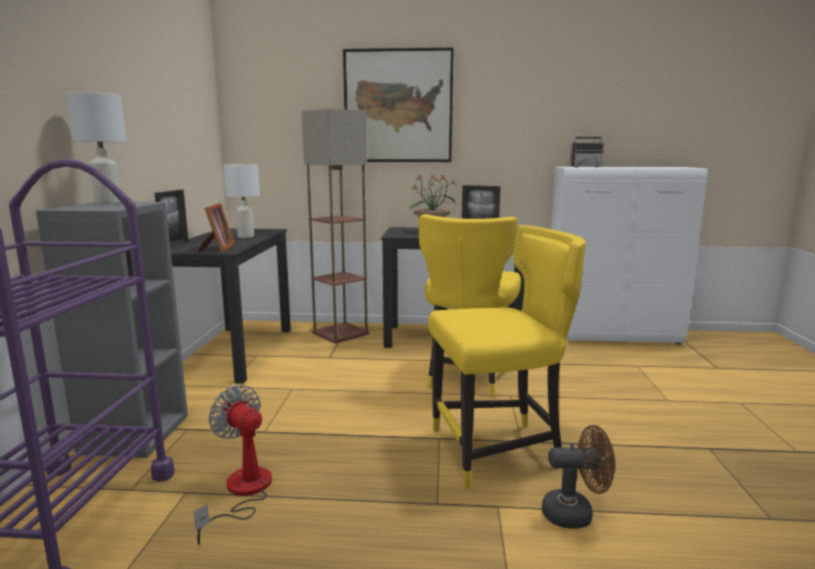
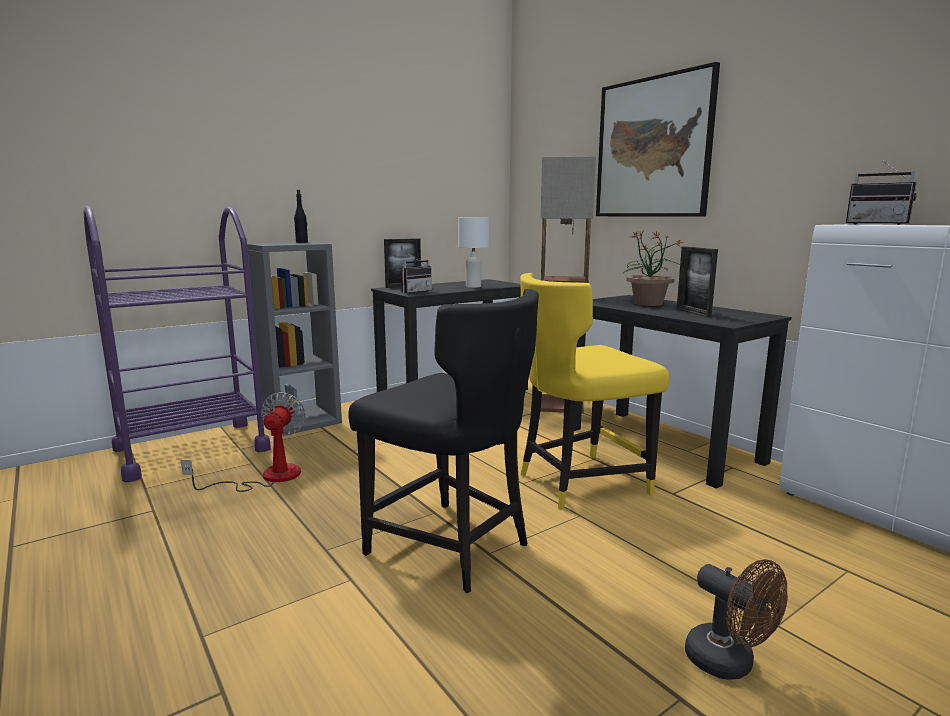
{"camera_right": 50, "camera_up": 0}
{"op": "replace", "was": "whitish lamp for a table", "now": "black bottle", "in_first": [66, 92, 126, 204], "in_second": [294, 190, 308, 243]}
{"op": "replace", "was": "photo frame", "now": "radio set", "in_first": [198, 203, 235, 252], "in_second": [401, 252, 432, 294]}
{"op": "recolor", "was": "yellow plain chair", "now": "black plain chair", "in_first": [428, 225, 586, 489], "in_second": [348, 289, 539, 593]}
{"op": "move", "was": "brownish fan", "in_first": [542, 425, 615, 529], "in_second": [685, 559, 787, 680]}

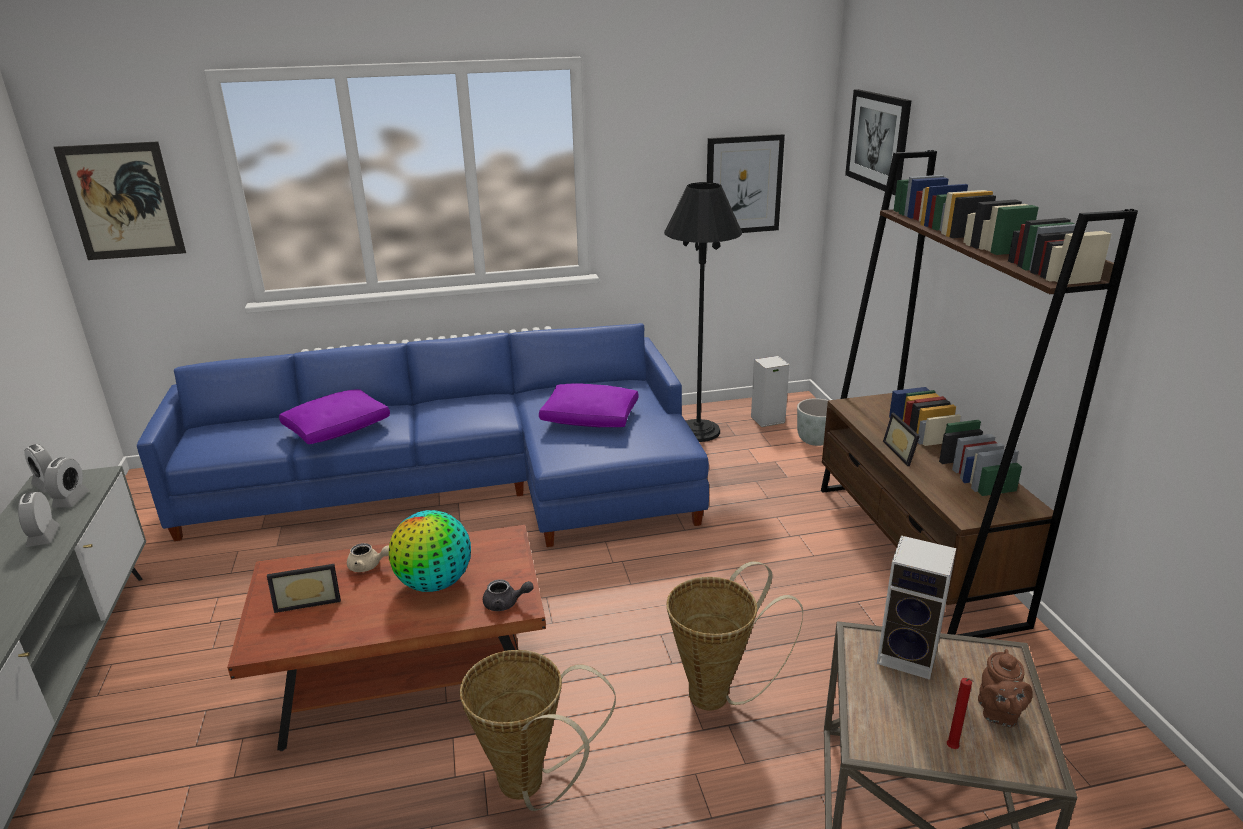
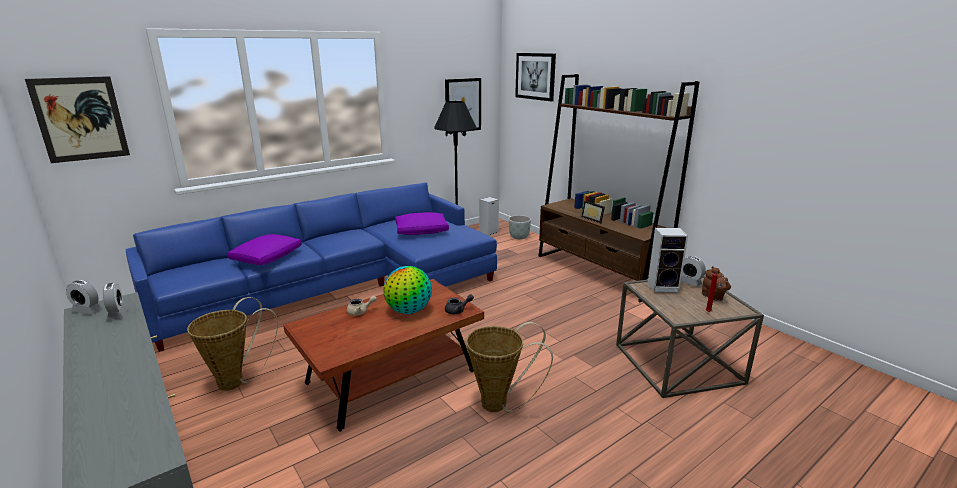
{"camera_right": -25, "camera_up": -5}
{"op": "move", "was": "table clock", "in_first": [18, 492, 60, 547], "in_second": [681, 256, 706, 287]}
{"op": "delete", "was": "photo frame", "in_first": [267, 564, 341, 613]}
{"op": "move", "was": "basket", "in_first": [666, 561, 803, 710], "in_second": [187, 297, 278, 391]}

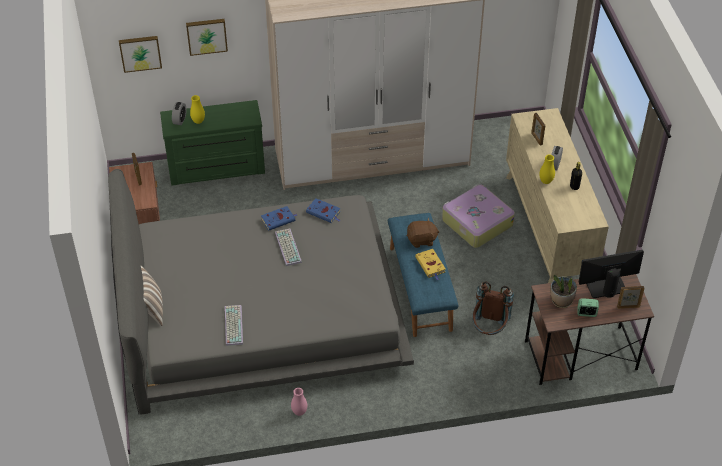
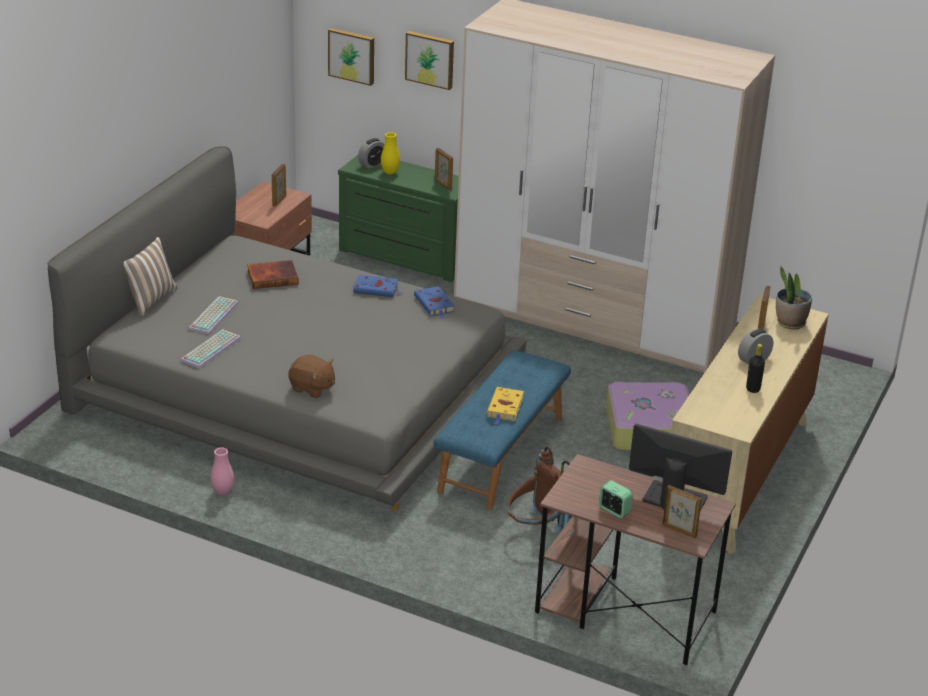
{"camera_right": 35, "camera_up": -15}
{"op": "move", "was": "computer keyboard", "in_first": [275, 229, 302, 266], "in_second": [188, 296, 239, 335]}
{"op": "move", "was": "brownish plush toy", "in_first": [407, 218, 440, 248], "in_second": [288, 354, 335, 398]}
{"op": "delete", "was": "yellow flower vase", "in_first": [539, 154, 555, 184]}
{"op": "move", "was": "plant in a pot", "in_first": [550, 275, 577, 308], "in_second": [776, 267, 812, 330]}
{"op": "insert", "now": "volume", "in_second": [247, 260, 299, 289]}
{"op": "insert", "now": "photo frame", "in_second": [435, 148, 453, 190]}

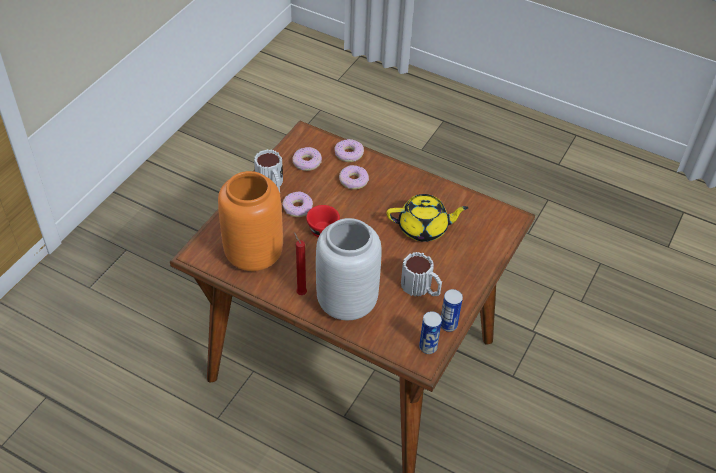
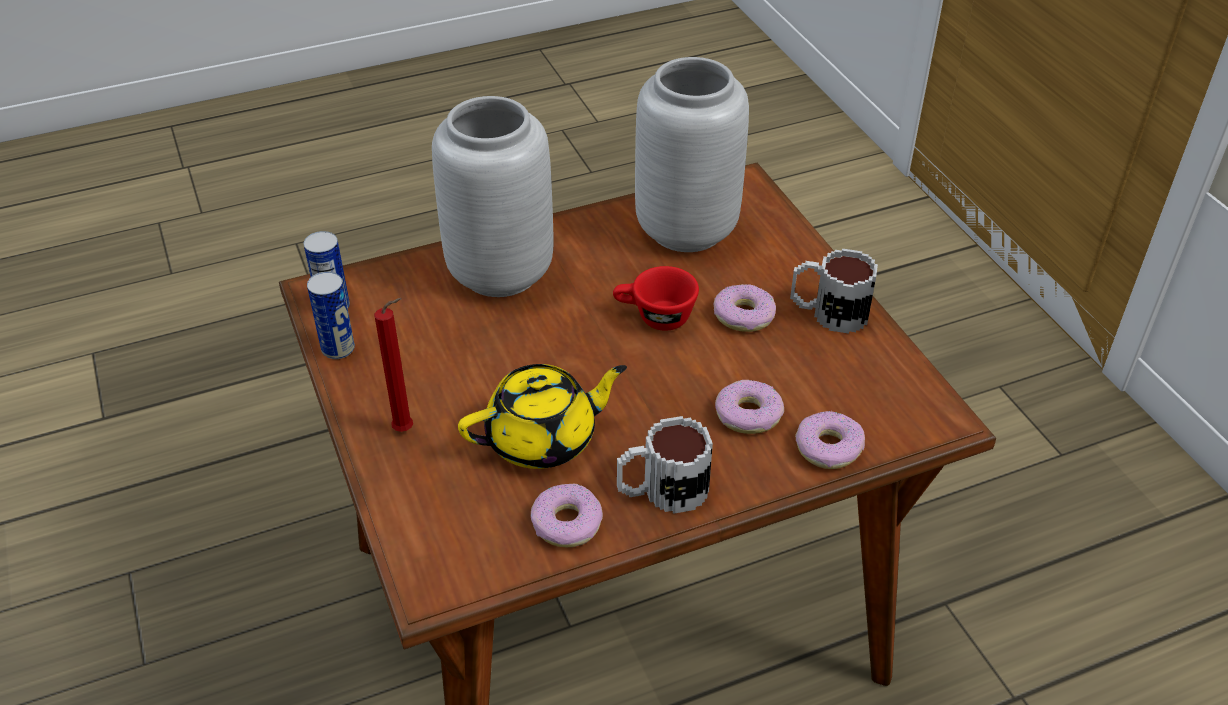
{"camera_right": 130, "camera_up": -5}
{"op": "recolor", "was": "orangey flower vase", "now": "greyish flower vase", "in_first": [218, 171, 283, 271], "in_second": [635, 57, 749, 252]}
{"op": "move", "was": "doughnut", "in_first": [292, 147, 322, 171], "in_second": [531, 484, 603, 547]}
{"op": "move", "was": "red-coloured wax light", "in_first": [294, 232, 307, 295], "in_second": [374, 298, 413, 432]}
{"op": "rotate", "was": "yellow teapot", "in_first": [387, 194, 469, 242], "in_second": [458, 364, 627, 469], "clockwise": -150}
{"op": "move", "was": "mug", "in_first": [401, 252, 442, 297], "in_second": [617, 416, 713, 514]}

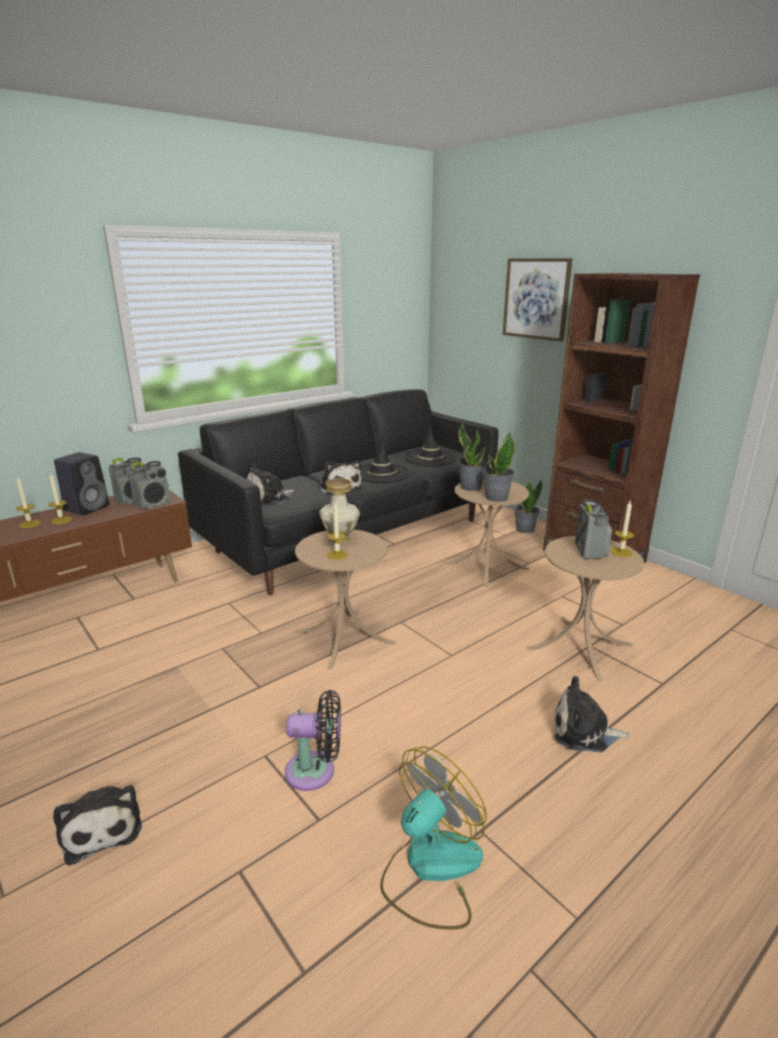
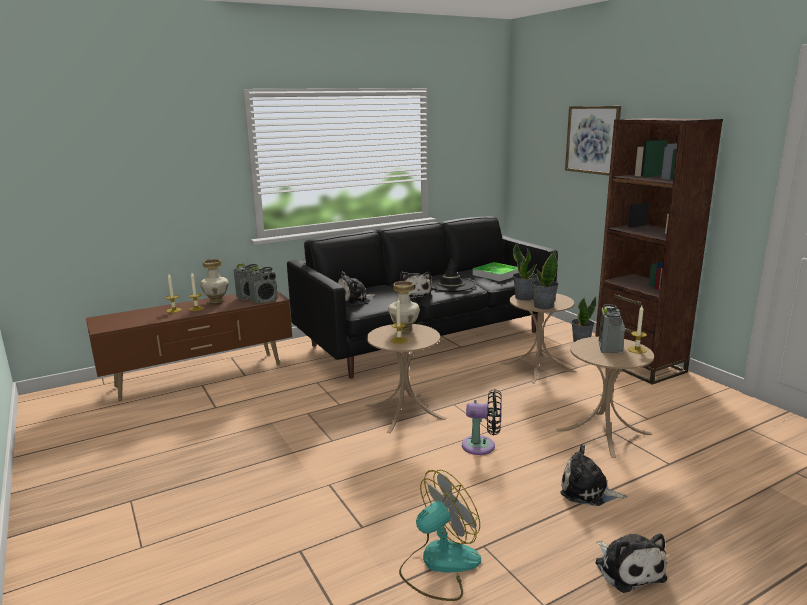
{"camera_right": 10, "camera_up": -5}
{"op": "move", "was": "plush toy", "in_first": [53, 785, 142, 866], "in_second": [595, 534, 667, 593]}
{"op": "replace", "was": "black speaker", "now": "flower vase", "in_first": [54, 452, 109, 515], "in_second": [200, 259, 229, 303]}
{"op": "move", "was": "black fan", "in_first": [285, 690, 341, 791], "in_second": [462, 389, 502, 455]}
{"op": "replace", "was": "black wearable hat", "now": "tray", "in_first": [404, 426, 458, 466], "in_second": [473, 262, 519, 281]}

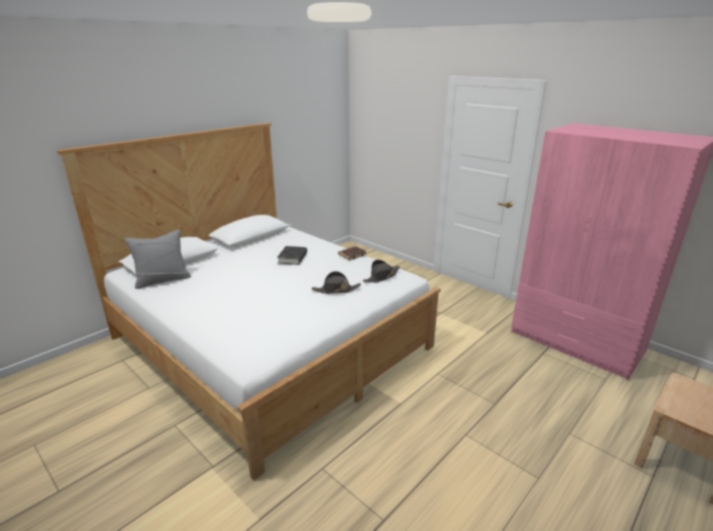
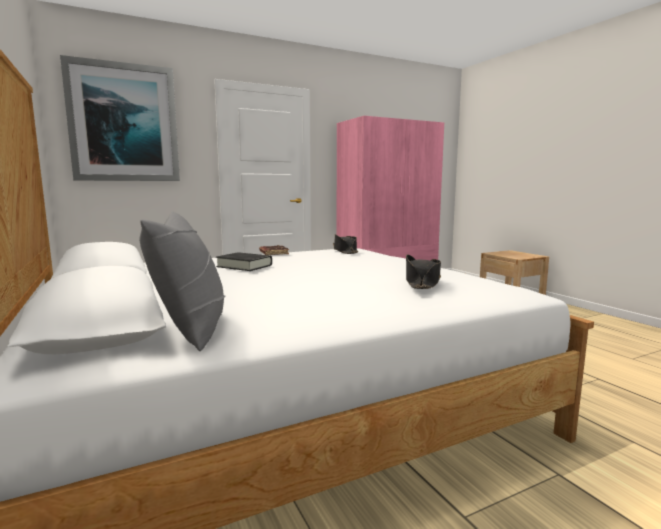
{"camera_right": -70, "camera_up": -15}
{"op": "move", "was": "black wearable hat", "in_first": [312, 271, 361, 294], "in_second": [406, 255, 441, 289]}
{"op": "insert", "now": "picture", "in_second": [60, 55, 180, 181]}

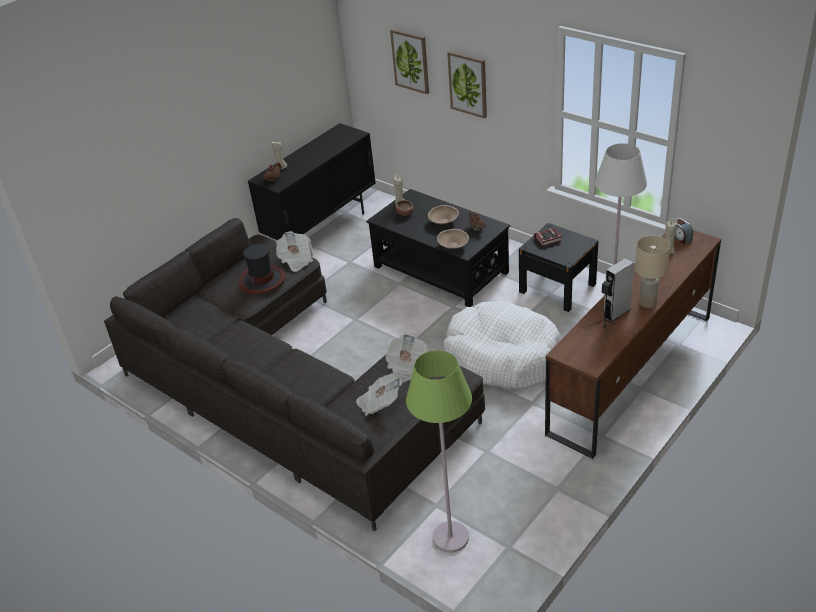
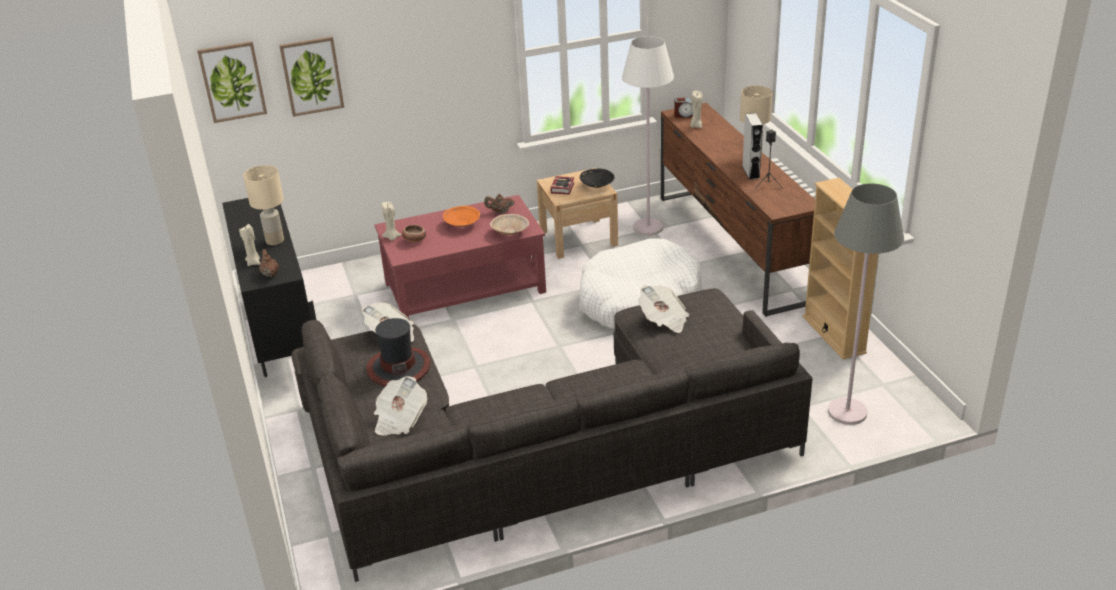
{"camera_right": -60, "camera_up": -5}
{"op": "move", "was": "newspaper", "in_first": [356, 373, 402, 416], "in_second": [374, 376, 427, 435]}
{"op": "recolor", "was": "black low table", "now": "red-coloured low table", "in_first": [366, 189, 510, 307], "in_second": [375, 195, 546, 319]}
{"op": "recolor", "was": "greenish standard lamp", "now": "greyish standard lamp", "in_first": [406, 350, 472, 553], "in_second": [828, 183, 904, 425]}
{"op": "recolor", "was": "sand-coloured deep dish", "now": "orangey deep dish", "in_first": [428, 205, 459, 224], "in_second": [443, 206, 480, 227]}
{"op": "move", "was": "picture", "in_first": [447, 51, 487, 119], "in_second": [197, 41, 267, 123]}
{"op": "recolor", "was": "black nightstand", "now": "sand-coloured nightstand", "in_first": [519, 223, 598, 312], "in_second": [537, 168, 618, 259]}
{"op": "insert", "now": "sand-coloured lamp for a table", "in_second": [243, 165, 284, 245]}
{"op": "insert", "now": "black deep dish", "in_second": [580, 169, 615, 188]}
{"op": "insert", "now": "sand-coloured bookcase", "in_second": [803, 178, 878, 359]}

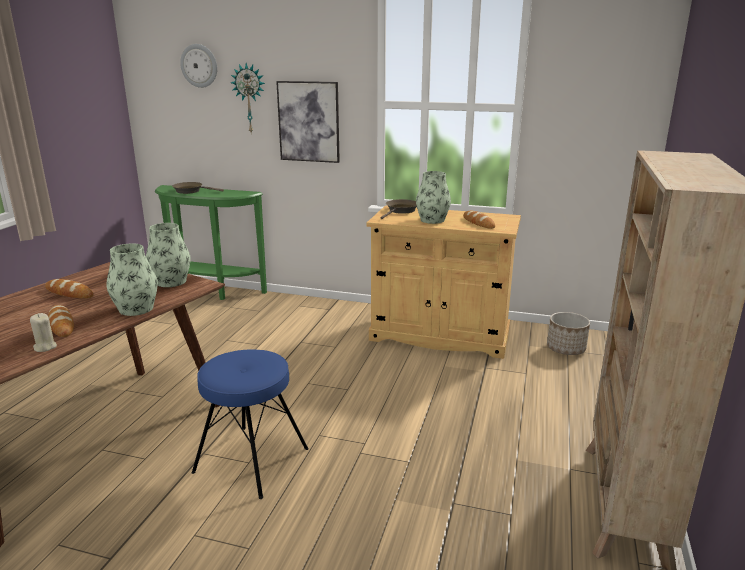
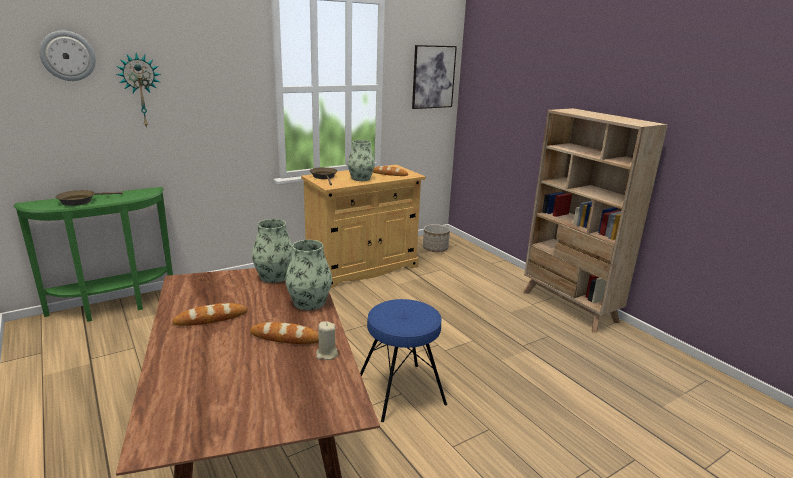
{"camera_right": -50, "camera_up": 0}
{"op": "move", "was": "picture", "in_first": [276, 81, 340, 163], "in_second": [412, 45, 457, 109]}

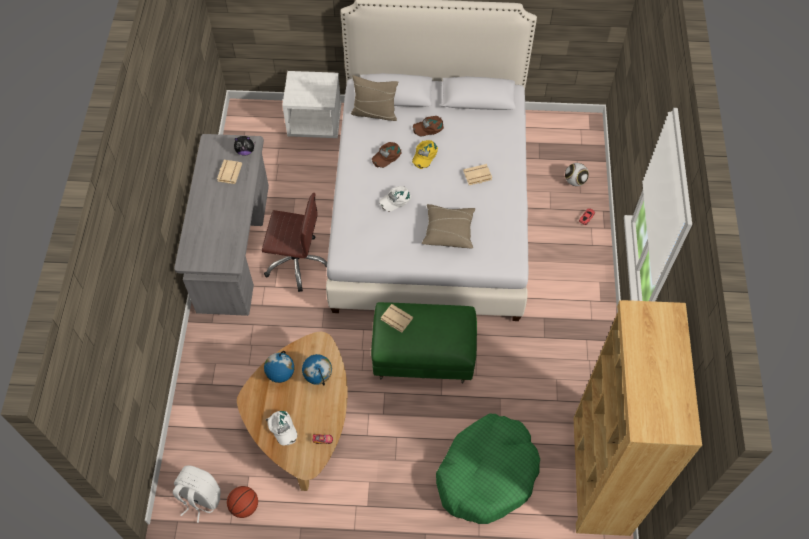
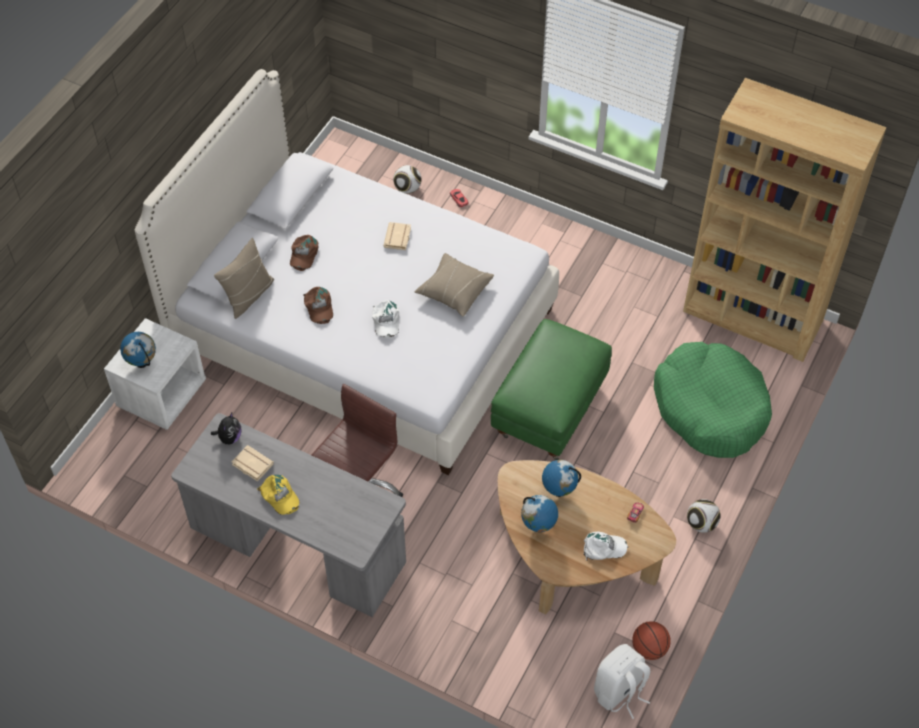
{"camera_right": -65, "camera_up": -5}
{"op": "delete", "was": "sand-coloured volume", "in_first": [381, 304, 413, 333]}
{"op": "move", "was": "yellow baseball cap", "in_first": [412, 140, 438, 169], "in_second": [257, 475, 299, 515]}
{"op": "insert", "now": "world globe", "in_second": [120, 332, 156, 368]}
{"op": "insert", "now": "ball for football", "in_second": [687, 499, 720, 532]}

